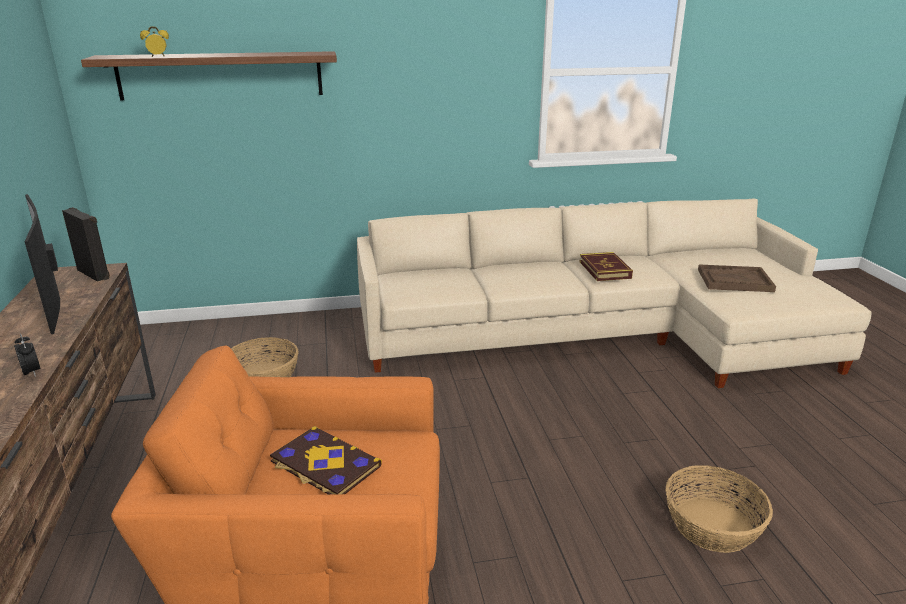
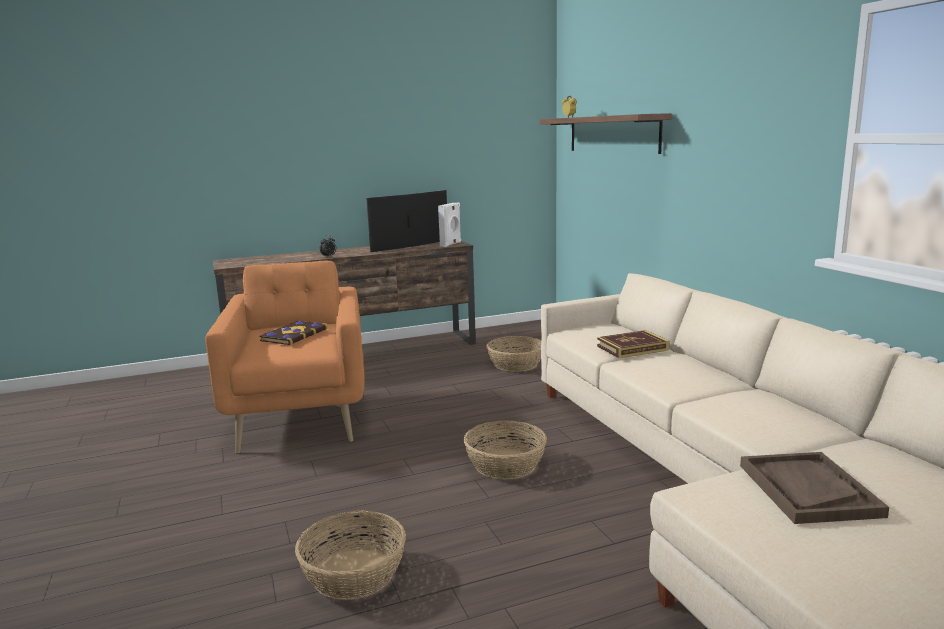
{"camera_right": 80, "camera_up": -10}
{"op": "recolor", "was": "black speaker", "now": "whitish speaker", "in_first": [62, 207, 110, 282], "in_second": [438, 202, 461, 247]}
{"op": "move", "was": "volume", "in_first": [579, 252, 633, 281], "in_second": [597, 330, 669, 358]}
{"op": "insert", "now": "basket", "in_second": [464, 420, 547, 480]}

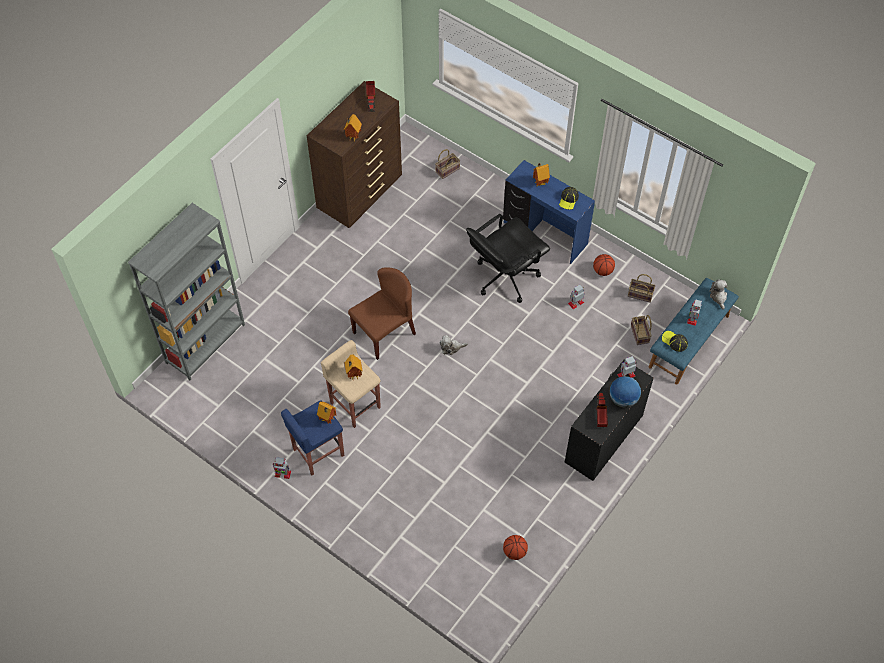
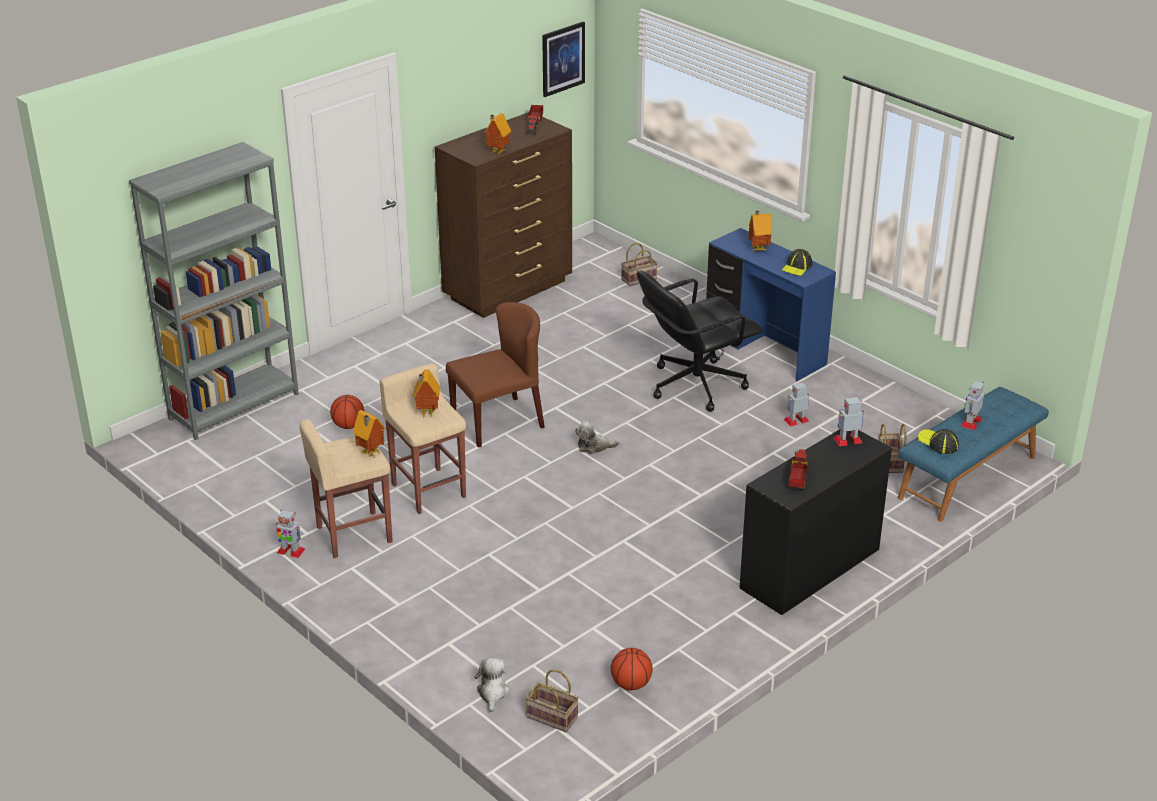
{"camera_right": 10, "camera_up": -25}
{"op": "recolor", "was": "bluish stool seat", "now": "sand-coloured stool seat", "in_first": [281, 401, 344, 476], "in_second": [299, 419, 393, 558]}
{"op": "move", "was": "ball for basketball", "in_first": [593, 254, 615, 276], "in_second": [330, 395, 364, 429]}
{"op": "delete", "was": "world globe", "in_first": [609, 376, 641, 408]}
{"op": "move", "was": "basket", "in_first": [628, 274, 656, 303], "in_second": [525, 669, 579, 732]}
{"op": "move", "was": "plush toy", "in_first": [709, 279, 727, 309], "in_second": [474, 658, 510, 712]}
{"op": "insert", "now": "picture", "in_second": [542, 22, 585, 97]}

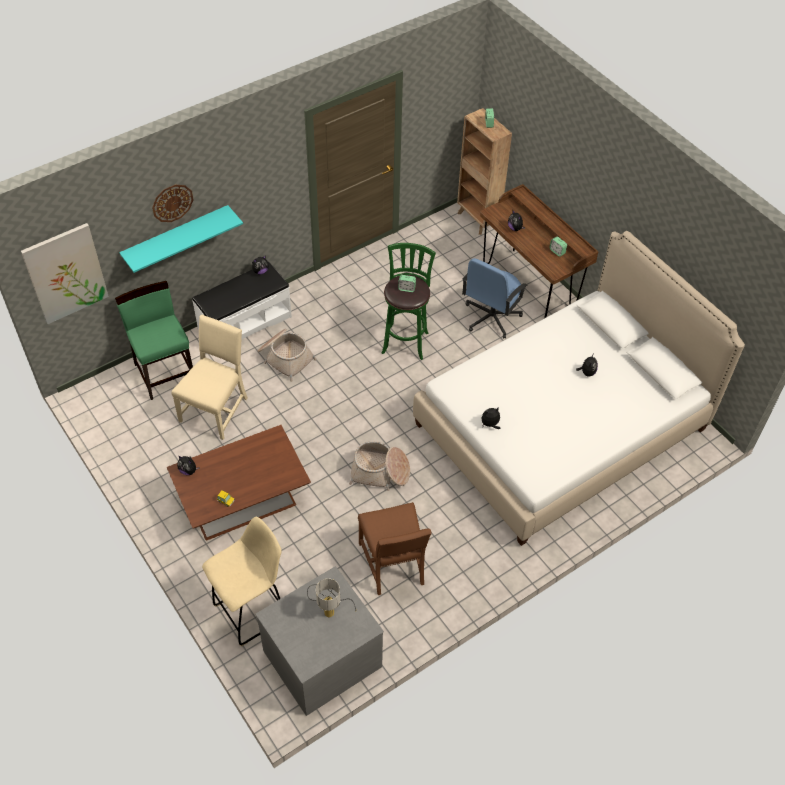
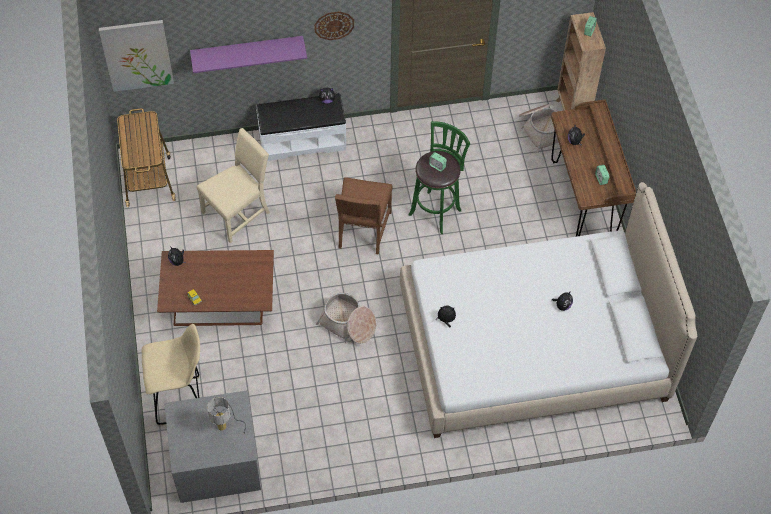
{"camera_right": 25, "camera_up": 5}
{"op": "delete", "was": "greenish plain chair", "in_first": [115, 281, 193, 400]}
{"op": "recolor", "was": "blue-green bracket shelf", "now": "purplish bracket shelf", "in_first": [119, 205, 243, 273], "in_second": [190, 36, 307, 73]}
{"op": "move", "was": "wall clock", "in_first": [152, 185, 194, 222], "in_second": [314, 11, 354, 40]}
{"op": "move", "was": "basket", "in_first": [258, 329, 317, 382], "in_second": [519, 104, 558, 153]}
{"op": "move", "was": "brownish plain chair", "in_first": [358, 502, 432, 595], "in_second": [335, 177, 393, 255]}
{"op": "delete", "was": "bluish computer chair", "in_first": [462, 258, 527, 338]}
{"op": "insert", "now": "wheeled cart", "in_second": [117, 108, 176, 207]}

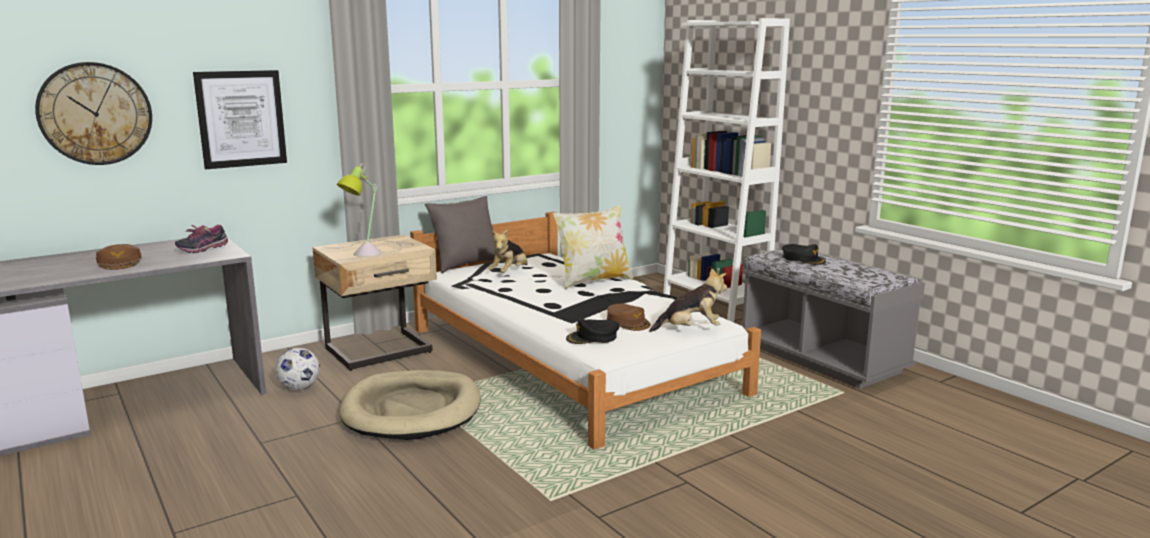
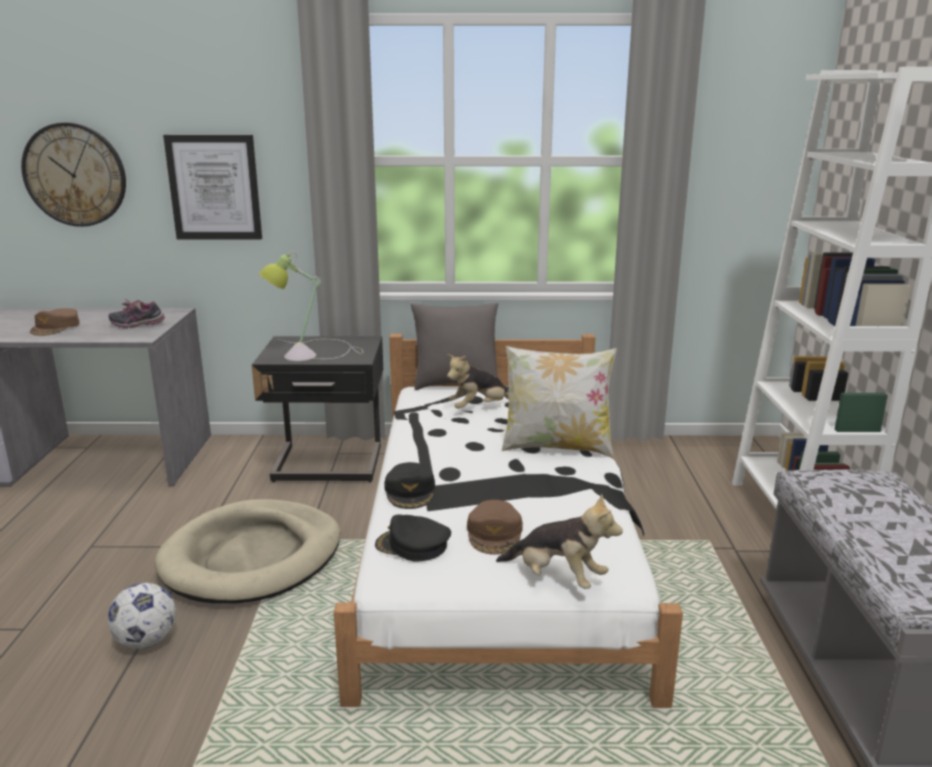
{"camera_right": 35, "camera_up": 5}
{"op": "move", "was": "ball for football", "in_first": [275, 348, 320, 390], "in_second": [108, 583, 176, 649]}
{"op": "recolor", "was": "sand-coloured nightstand", "now": "black nightstand", "in_first": [312, 234, 437, 371], "in_second": [252, 336, 383, 482]}
{"op": "move", "was": "black baseball cap", "in_first": [782, 244, 826, 265], "in_second": [384, 462, 435, 509]}

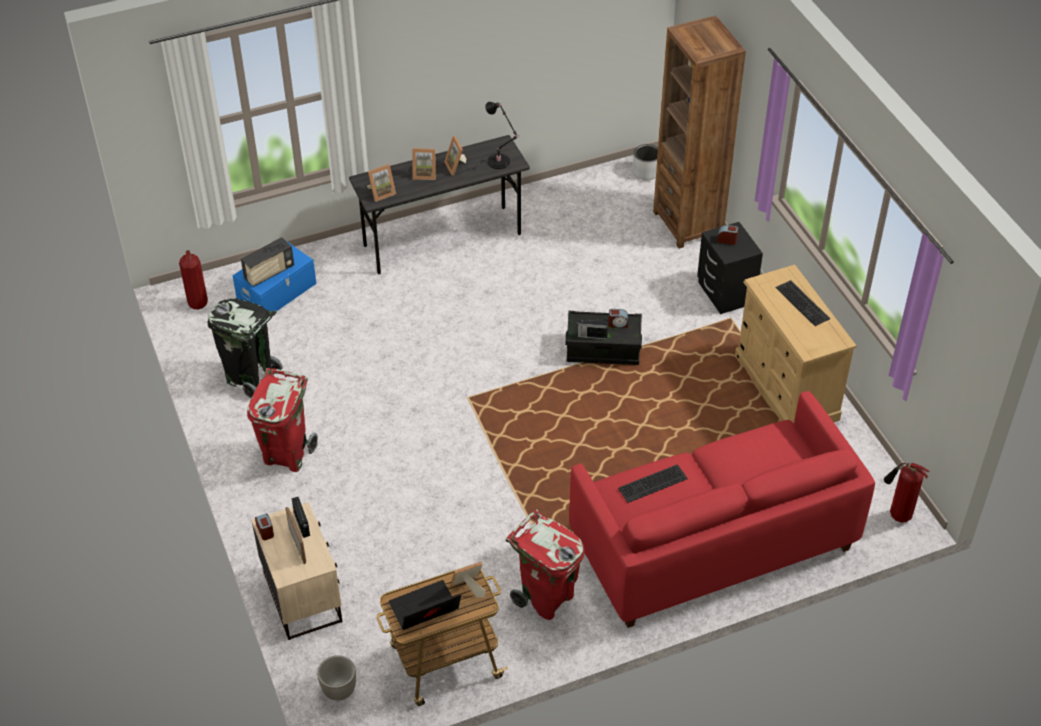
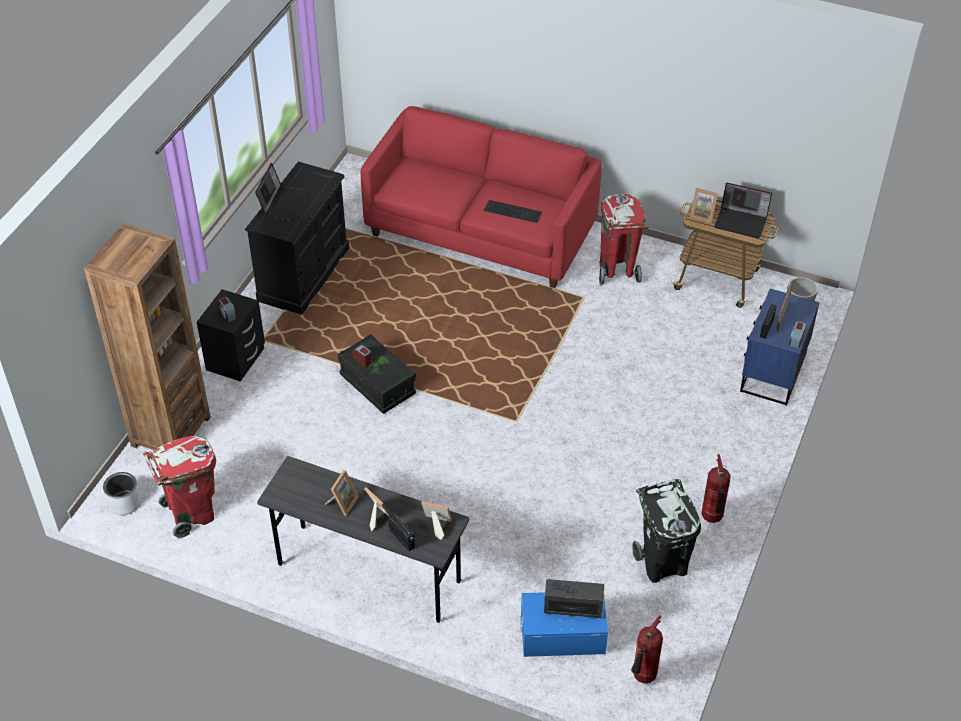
{"camera_right": -135, "camera_up": 0}
{"op": "move", "was": "red-coloured trash can", "in_first": [247, 368, 318, 472], "in_second": [143, 436, 216, 539]}
{"op": "recolor", "was": "sand-coloured nightstand", "now": "bluish nightstand", "in_first": [251, 502, 342, 640], "in_second": [740, 288, 819, 406]}
{"op": "delete", "was": "black lamp for a table", "in_first": [485, 102, 519, 169]}
{"op": "move", "was": "radio set", "in_first": [577, 319, 608, 340], "in_second": [388, 513, 415, 551]}
{"op": "recolor", "was": "sand-coloured chest of drawers", "now": "black chest of drawers", "in_first": [735, 265, 857, 423], "in_second": [245, 162, 349, 315]}
{"op": "replace", "was": "computer keyboard", "now": "notebook computer", "in_first": [776, 280, 830, 326], "in_second": [255, 163, 309, 221]}
{"op": "move", "was": "fire extinguisher", "in_first": [884, 463, 929, 522], "in_second": [702, 454, 731, 523]}

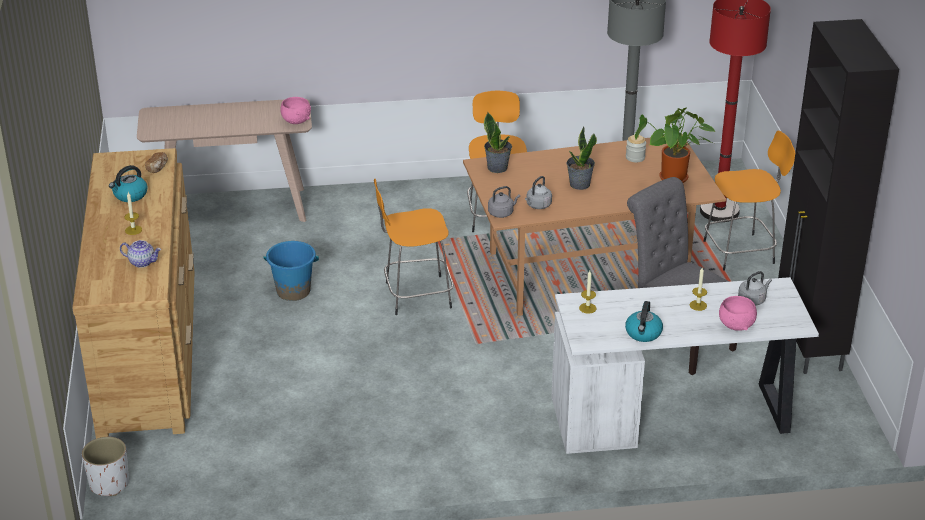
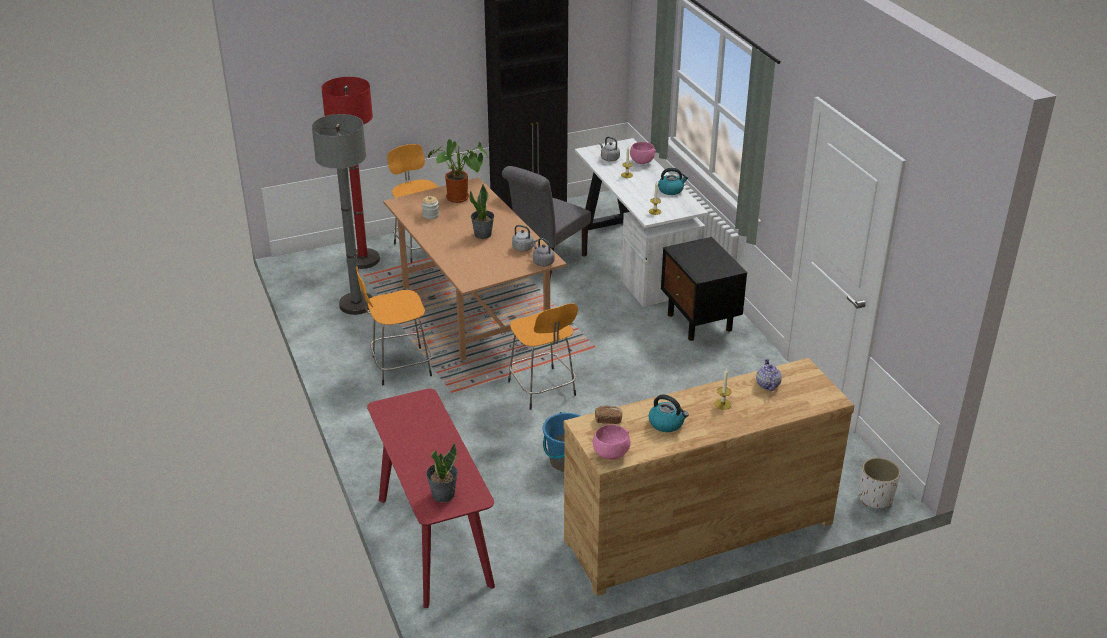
{"camera_right": -105, "camera_up": 0}
{"op": "recolor", "was": "sand-coloured narrow table", "now": "red-coloured narrow table", "in_first": [137, 99, 312, 222], "in_second": [367, 388, 495, 608]}
{"op": "move", "was": "pink deep dish", "in_first": [280, 97, 311, 124], "in_second": [593, 425, 630, 460]}
{"op": "move", "was": "plant in a pot", "in_first": [484, 112, 512, 173], "in_second": [426, 443, 458, 502]}
{"op": "insert", "now": "black nightstand", "in_second": [661, 237, 747, 341]}

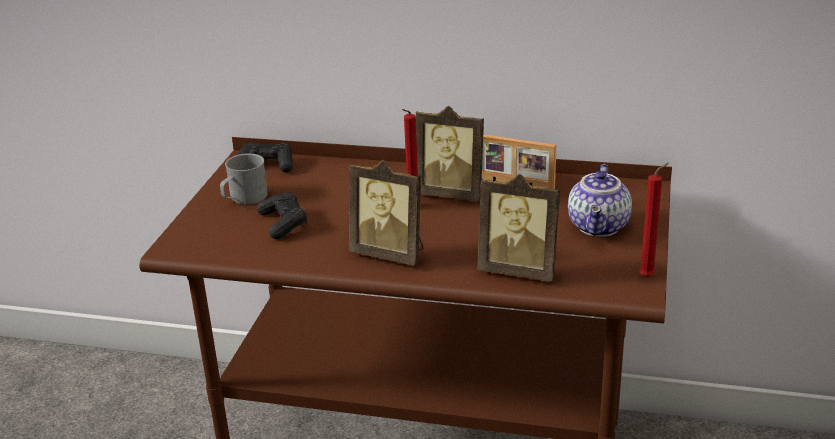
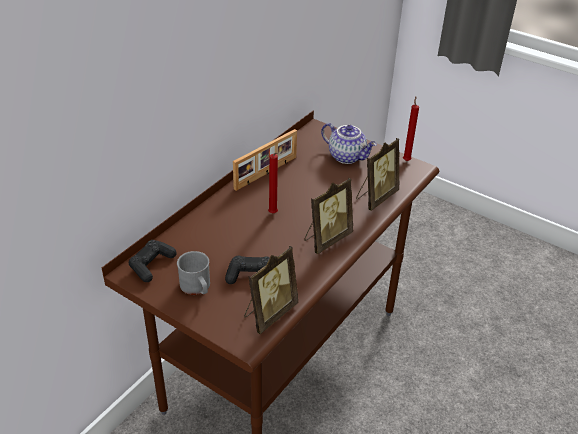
{"camera_right": -70, "camera_up": 10}
{"op": "move", "was": "photo frame", "in_first": [416, 106, 484, 202], "in_second": [244, 246, 298, 334]}

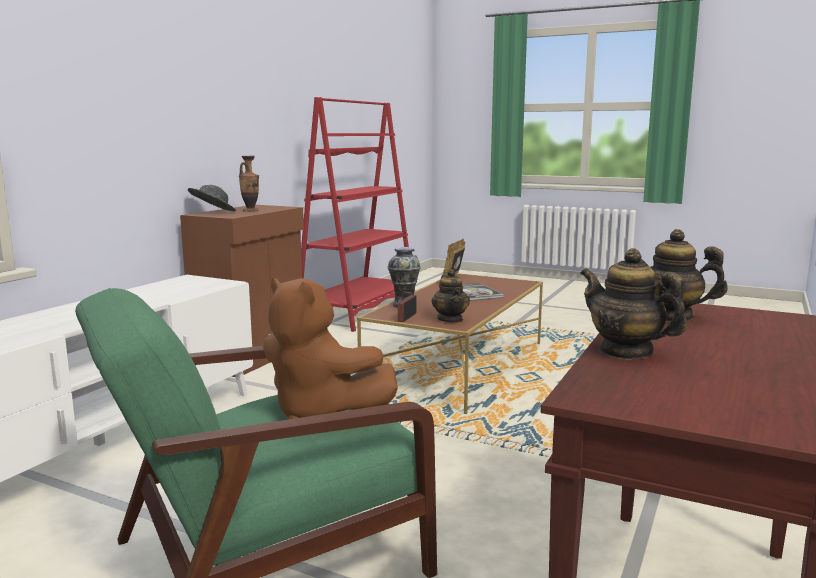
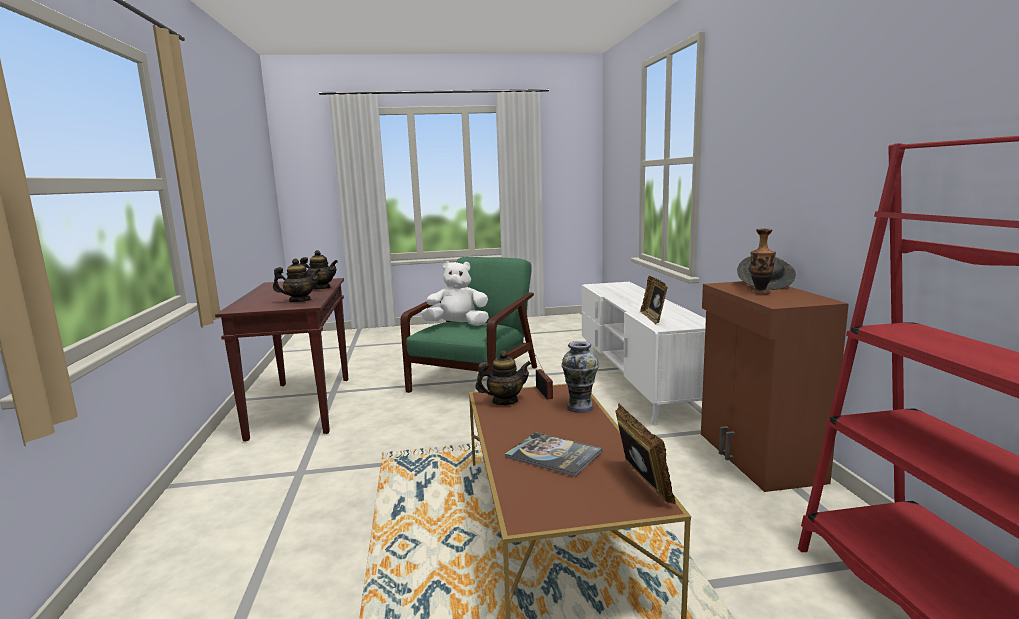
{"camera_right": 145, "camera_up": 0}
{"op": "recolor", "was": "brownish plush toy", "now": "whitish plush toy", "in_first": [263, 278, 398, 420], "in_second": [421, 261, 489, 326]}
{"op": "rotate", "was": "teapot", "in_first": [431, 269, 470, 323], "in_second": [475, 351, 531, 405], "clockwise": 120}
{"op": "insert", "now": "photo frame", "in_second": [640, 276, 668, 324]}

